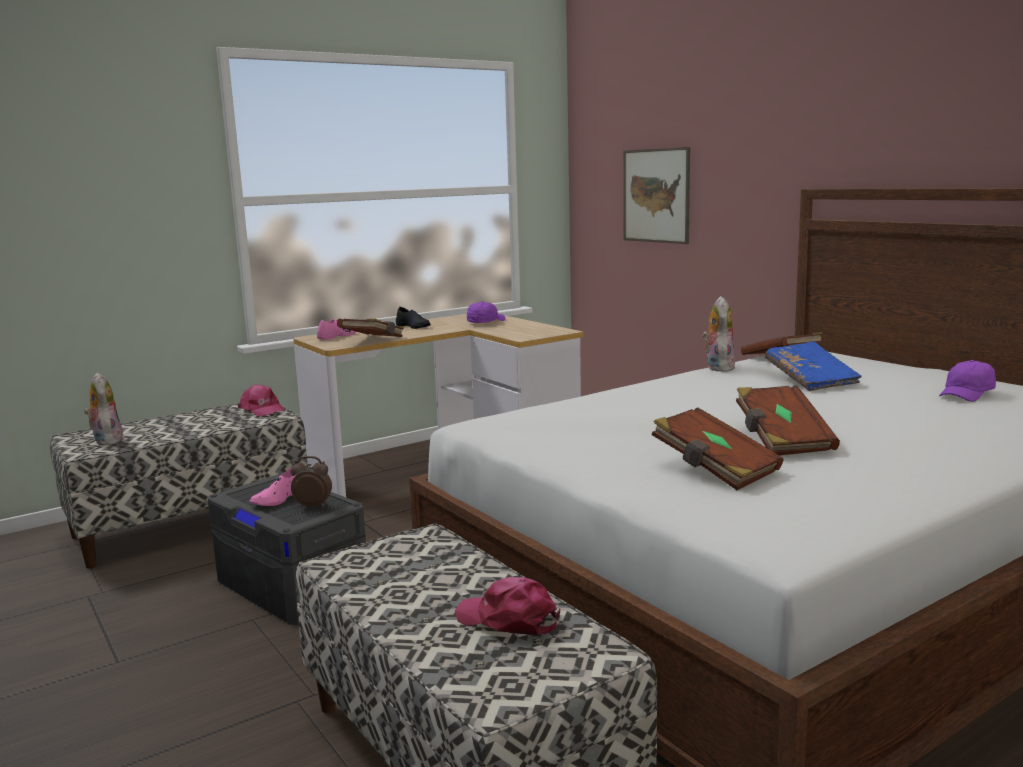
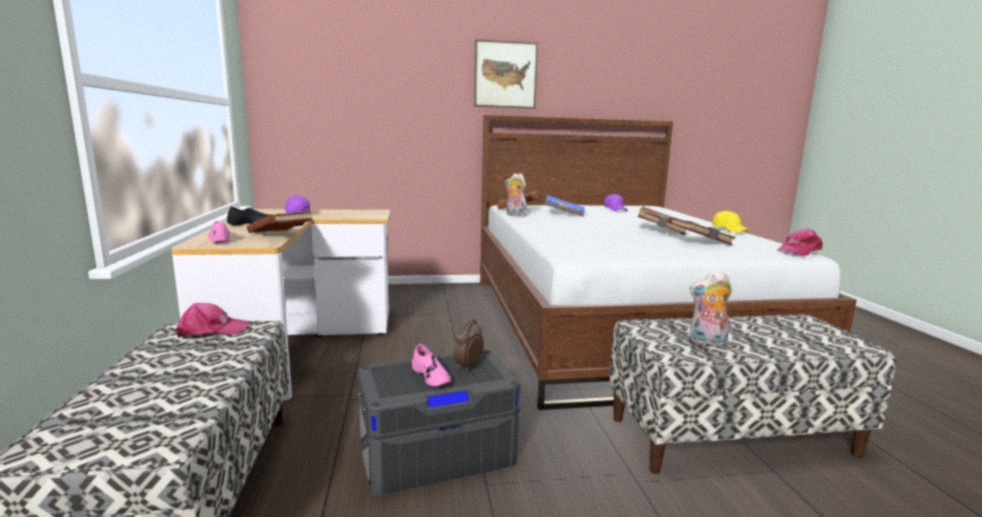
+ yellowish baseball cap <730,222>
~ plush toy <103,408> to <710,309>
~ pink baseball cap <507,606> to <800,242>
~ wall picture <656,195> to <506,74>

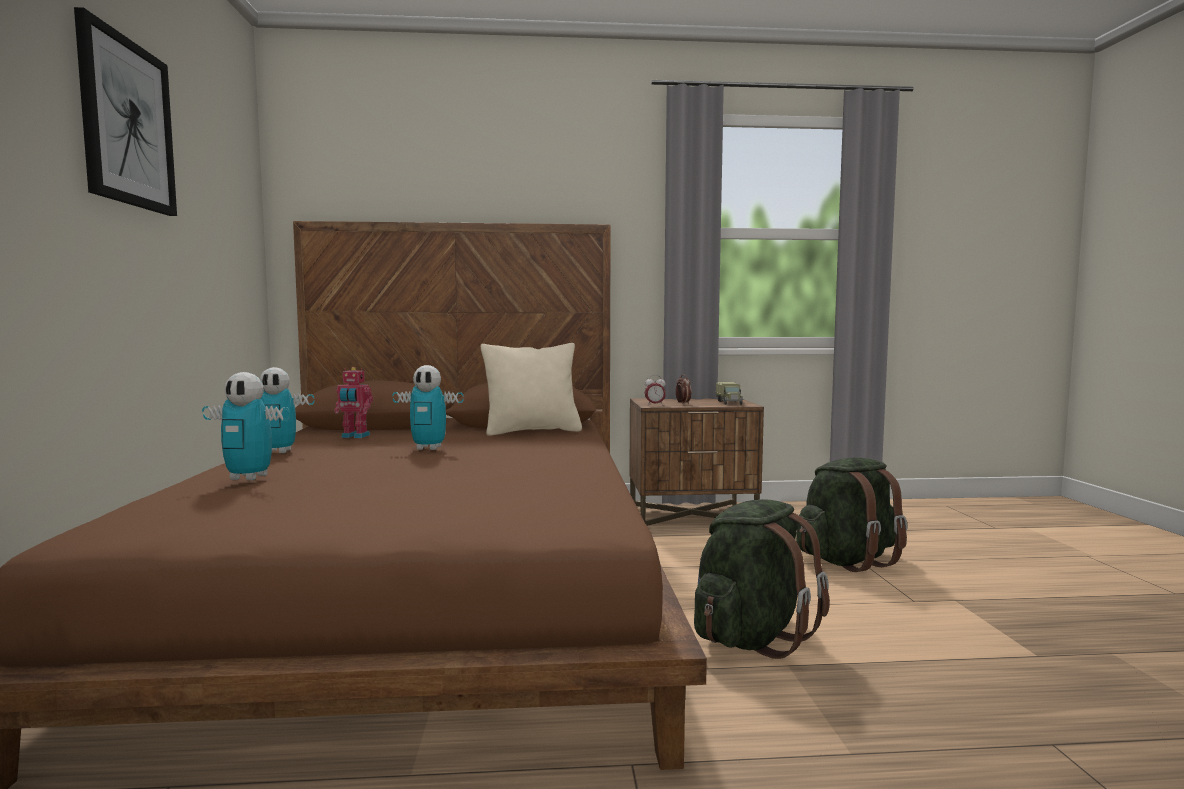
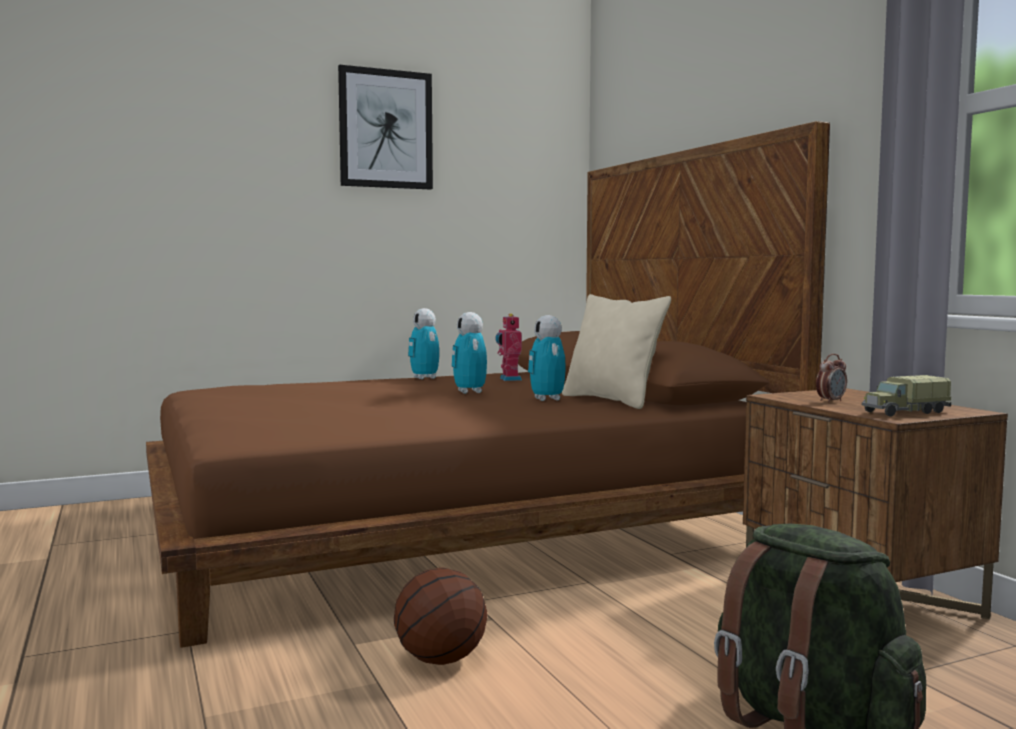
- alarm clock <655,391>
~ model robot <246,426> to <547,358>
~ green-coloured knapsack <762,579> to basketball <440,616>

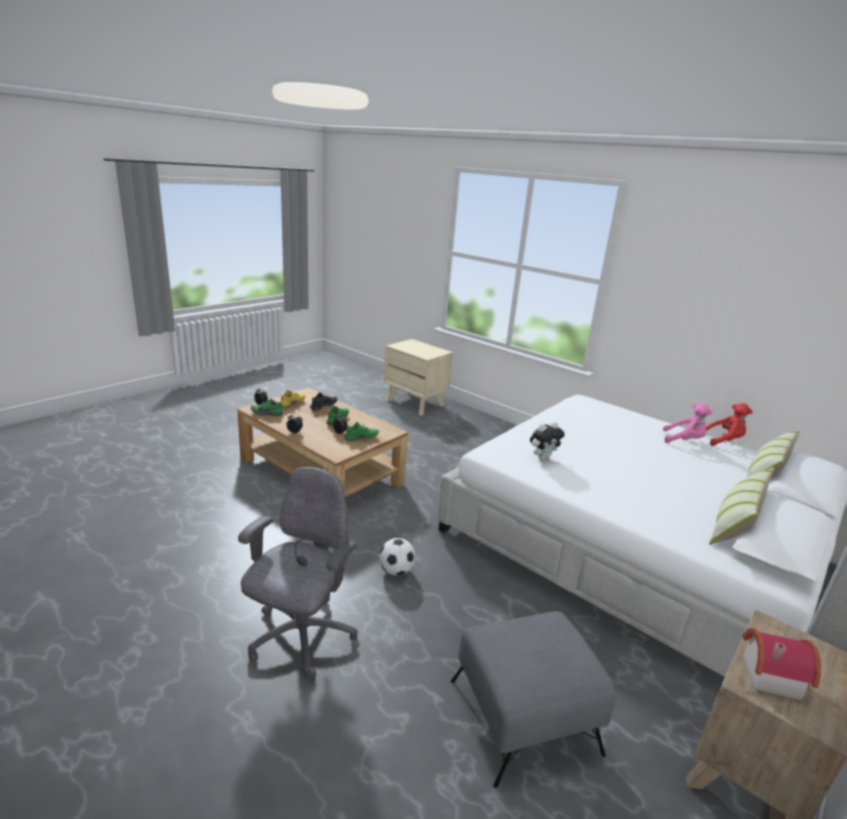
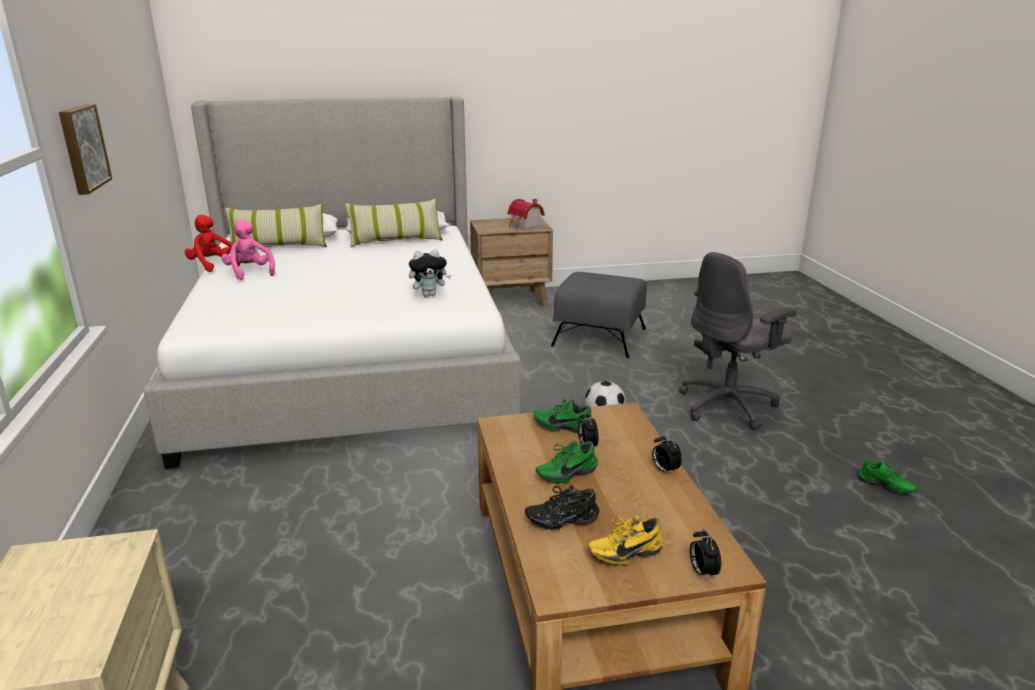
+ wall picture <85,149>
~ green-coloured low shoe <267,407> to <888,476>
~ plush toy <547,441> = <430,273> 150 degrees clockwise

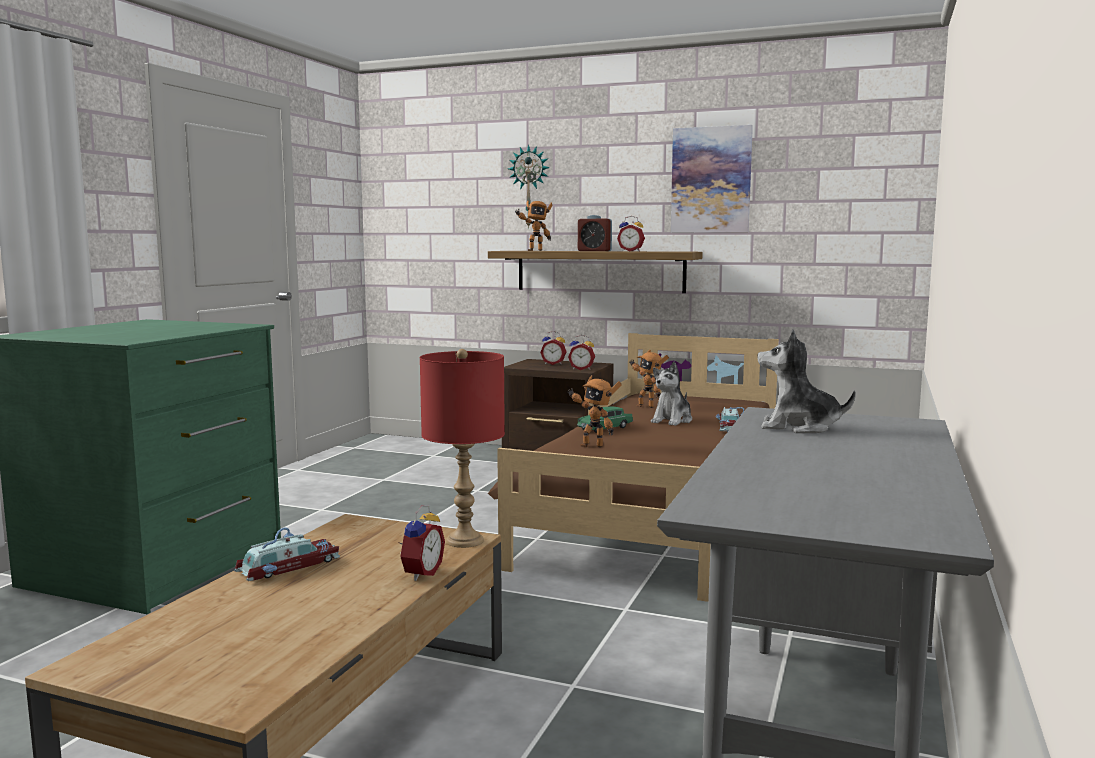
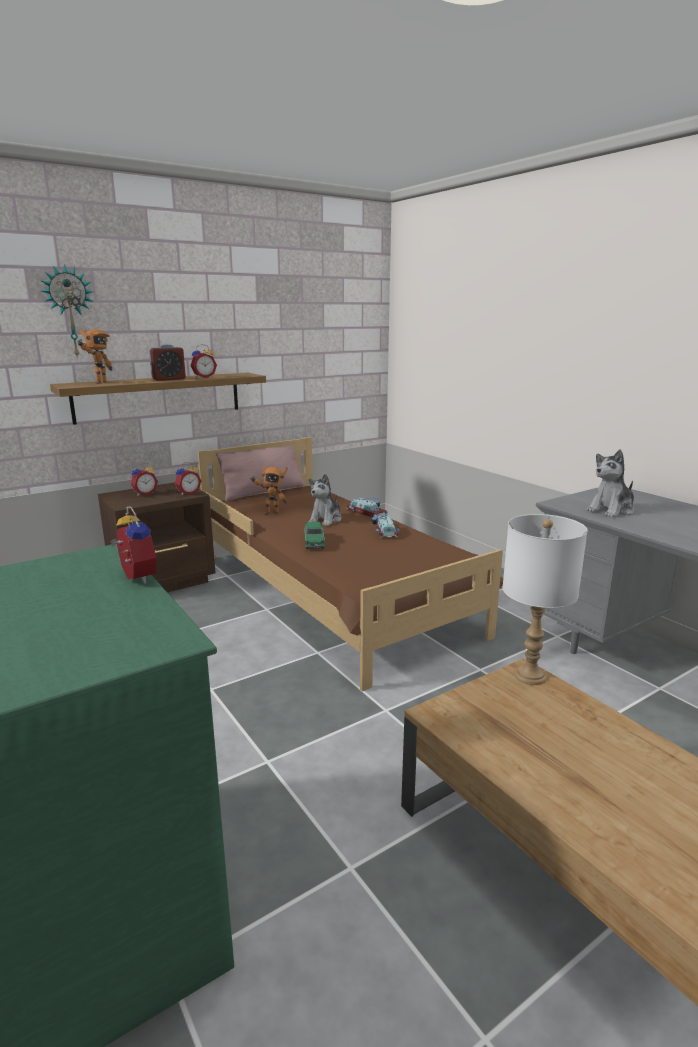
- model robot <594,411>
- wall picture <712,179>
+ pink throw pillow <260,473>
~ model car <287,554> to <385,526>
~ alarm clock <421,543> to <133,545>
~ reddish lamp for a table <462,448> to white-coloured lamp for a table <545,599>
~ plush toy <671,393> = <325,500> 45 degrees clockwise

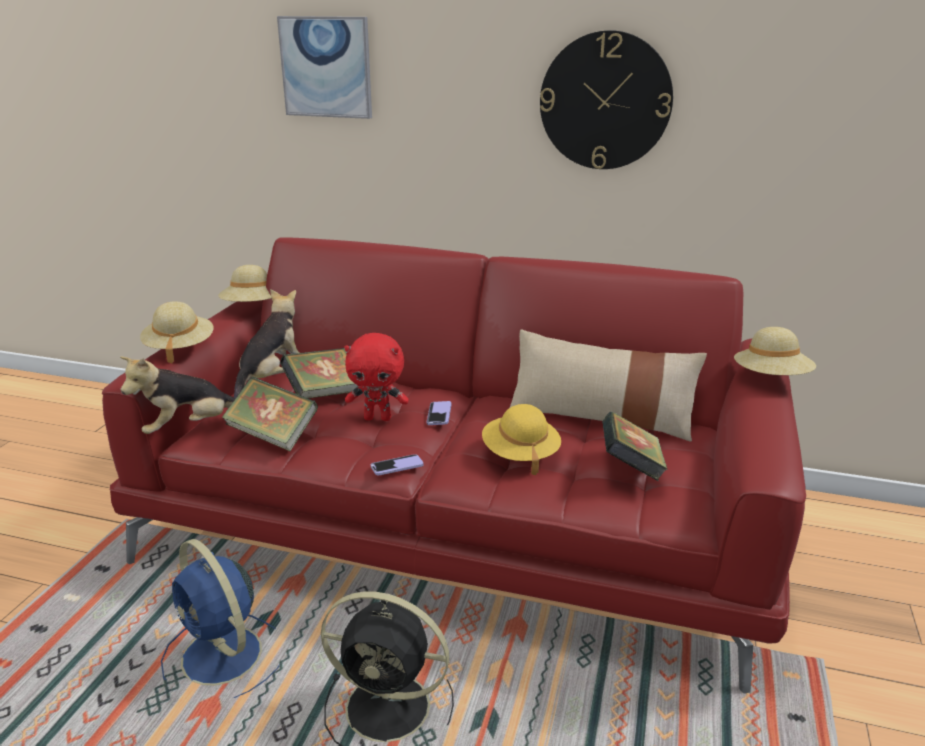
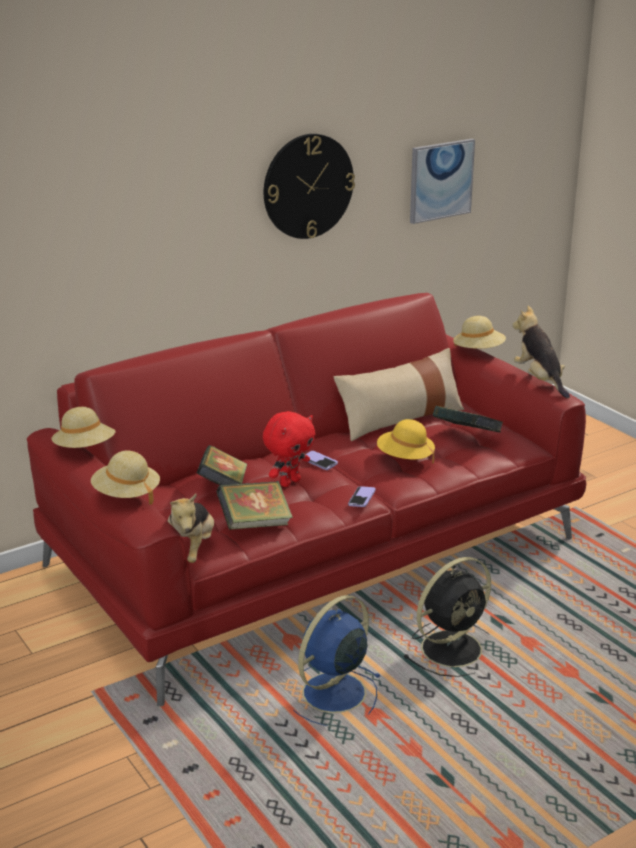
~ plush toy <267,344> to <541,351>
~ wall picture <324,67> to <442,181>
~ blue fan <220,618> = <337,660> 135 degrees clockwise

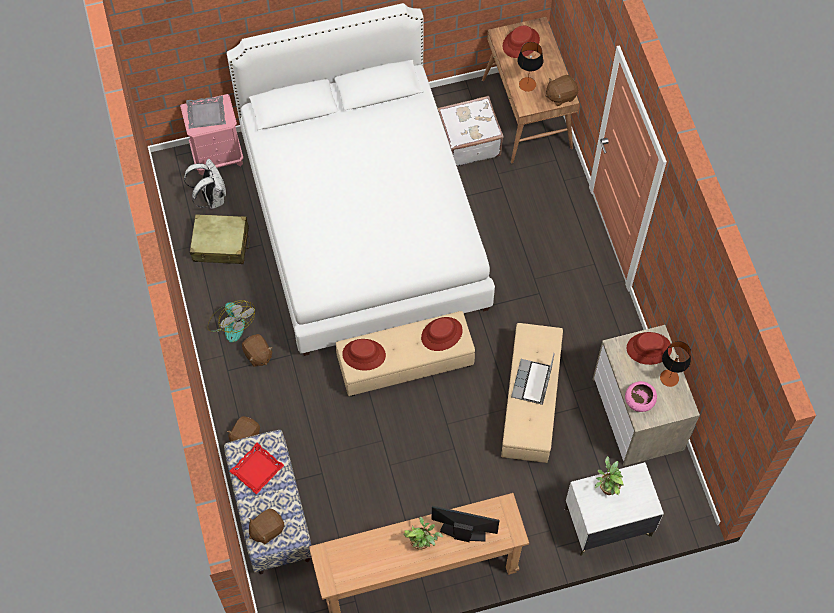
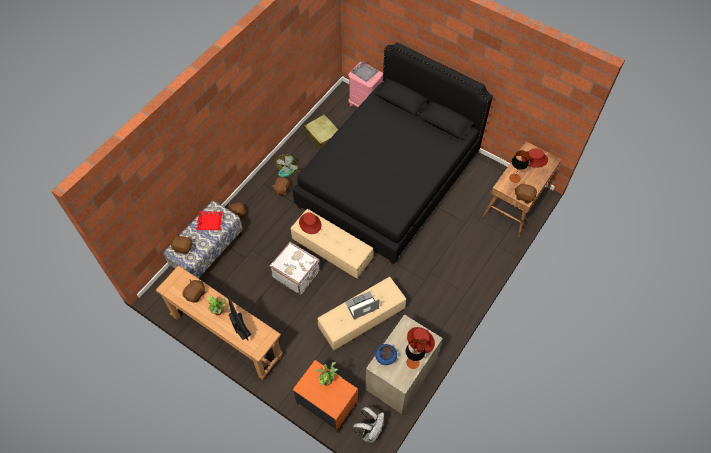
- reddish hat <442,334>
+ brownish plush toy <193,291>
~ white-coloured knapsack <205,184> to <368,425>
~ white-coloured suitcase <470,131> to <294,268>
~ white-coloured bed <361,179> to black-coloured bed <393,153>
~ white-coloured nightstand <614,509> to orangey nightstand <325,396>
~ pink serving bowl <641,396> to blue serving bowl <386,354>

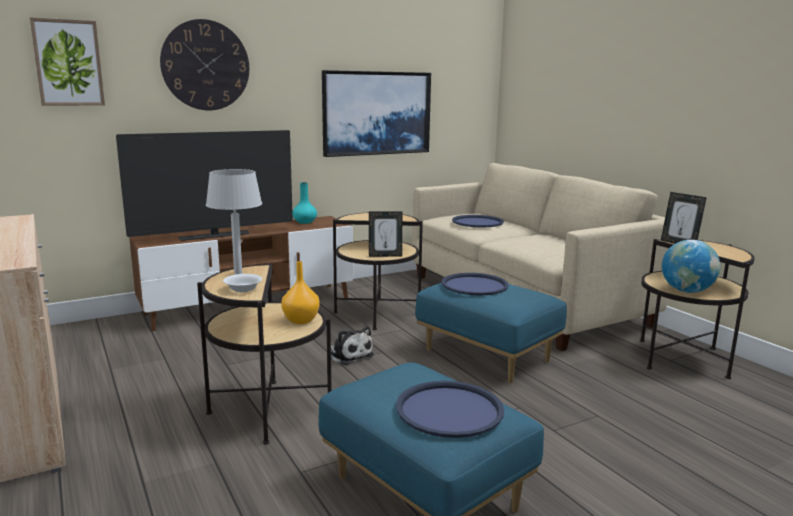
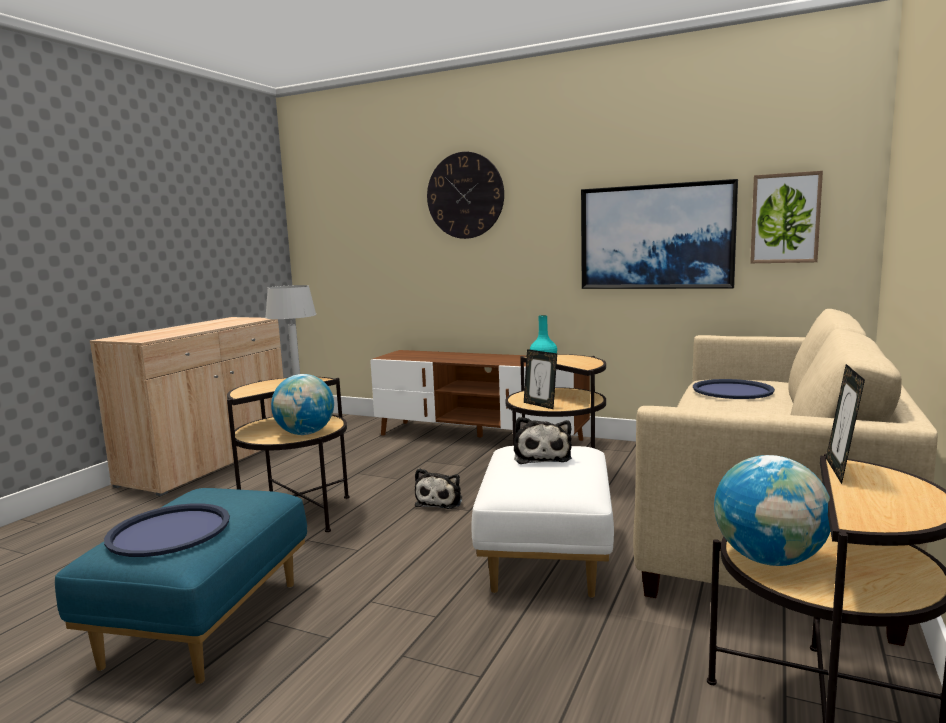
- television <204,185>
- white-coloured serving bowl <242,283>
~ wall picture <67,61> to <786,217>
~ orangey flower vase <300,292> to world globe <302,404>
~ blue tray <475,284> to plush toy <543,440>
~ blue ottoman <491,333> to white-coloured ottoman <543,522>

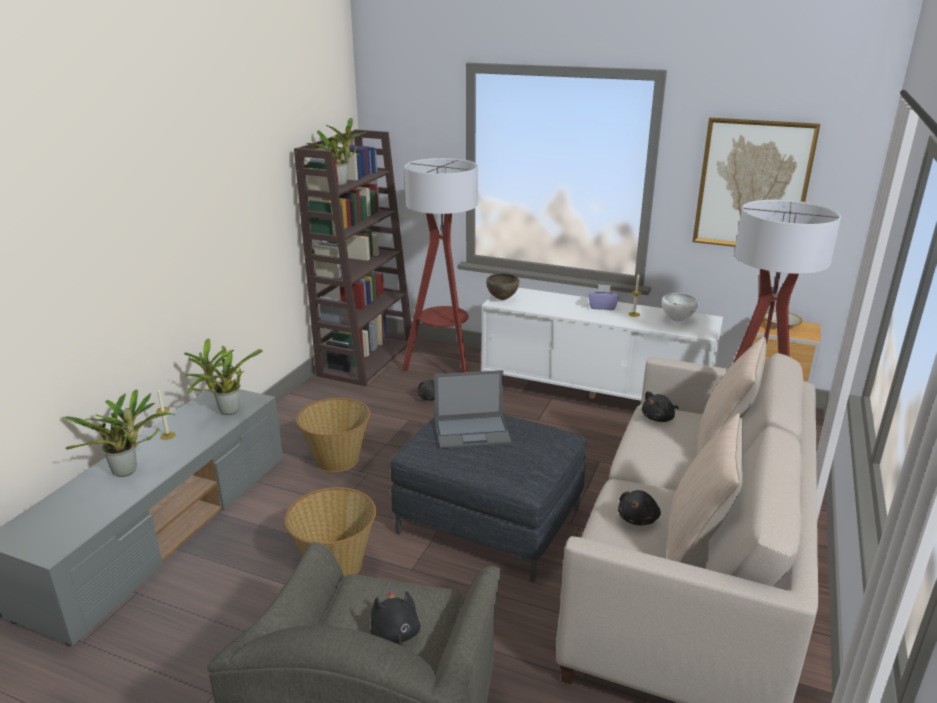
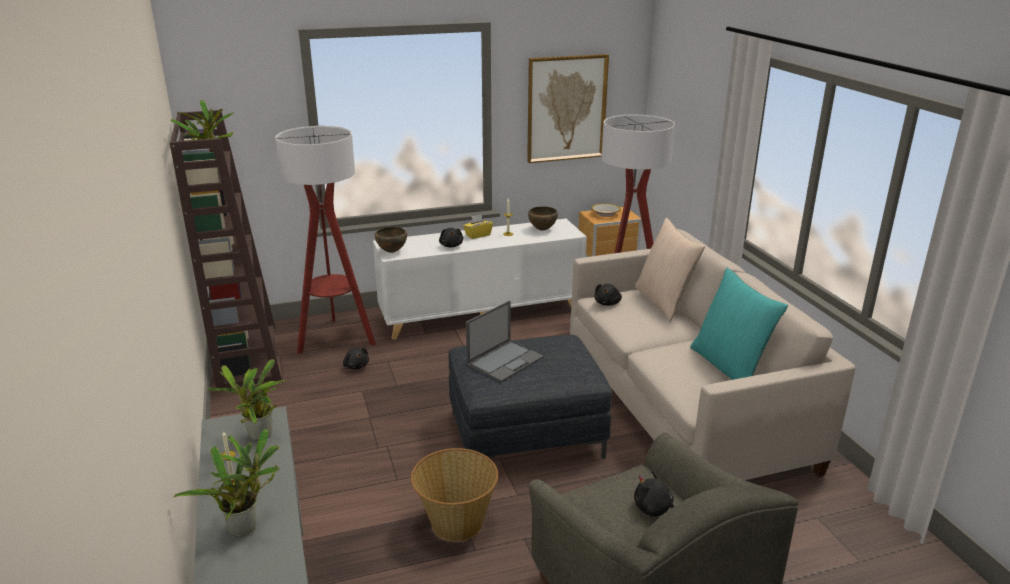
- household basket <333,435>
~ black-coloured plush toy <639,507> to <451,238>
~ purplish tissue holder <604,297> to yellowish tissue holder <478,226>
~ white-coloured serving bowl <680,307> to brownish serving bowl <543,218>
~ beige-coloured throw pillow <705,488> to blue-green throw pillow <739,324>

